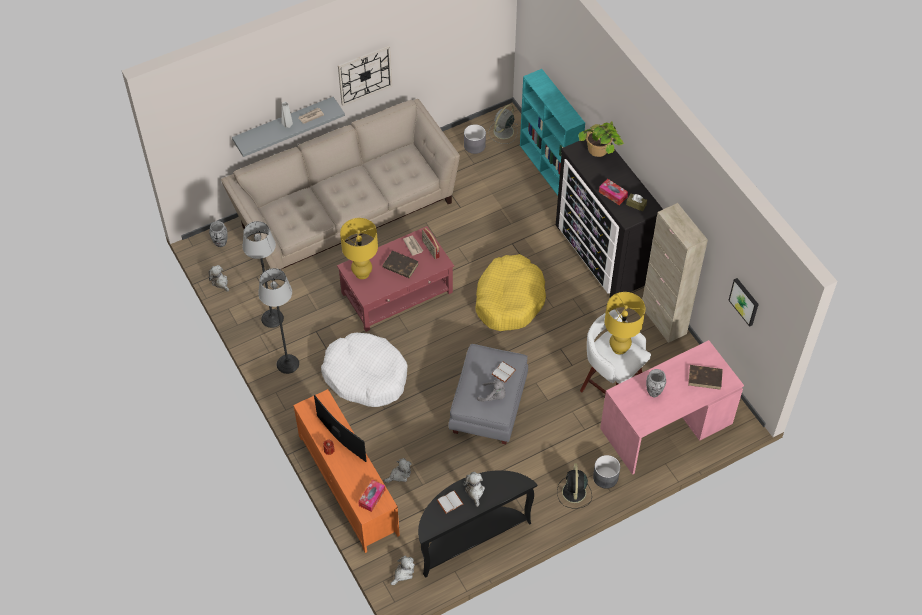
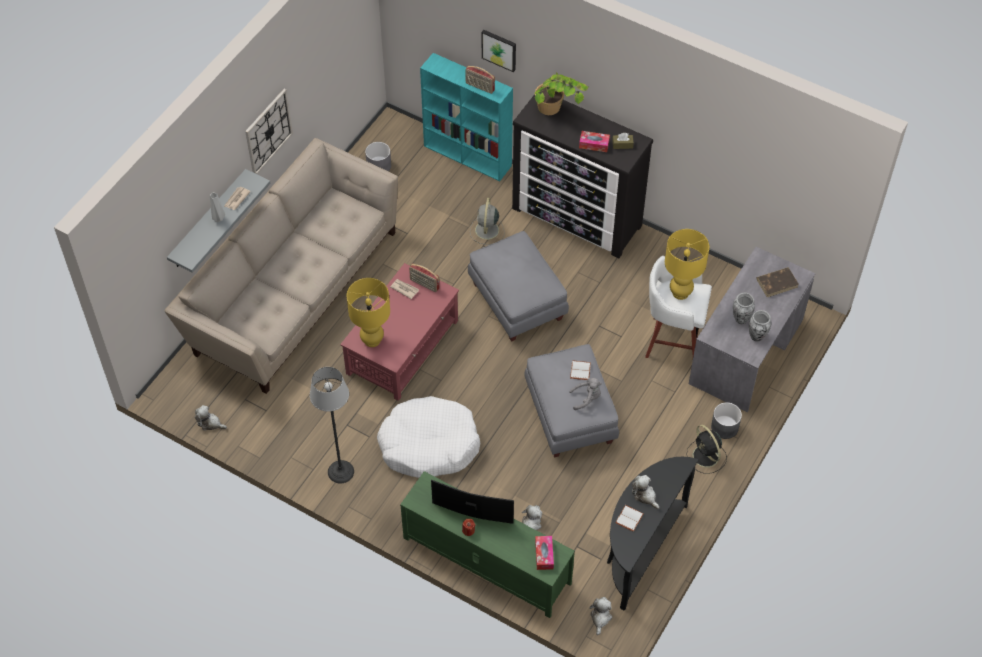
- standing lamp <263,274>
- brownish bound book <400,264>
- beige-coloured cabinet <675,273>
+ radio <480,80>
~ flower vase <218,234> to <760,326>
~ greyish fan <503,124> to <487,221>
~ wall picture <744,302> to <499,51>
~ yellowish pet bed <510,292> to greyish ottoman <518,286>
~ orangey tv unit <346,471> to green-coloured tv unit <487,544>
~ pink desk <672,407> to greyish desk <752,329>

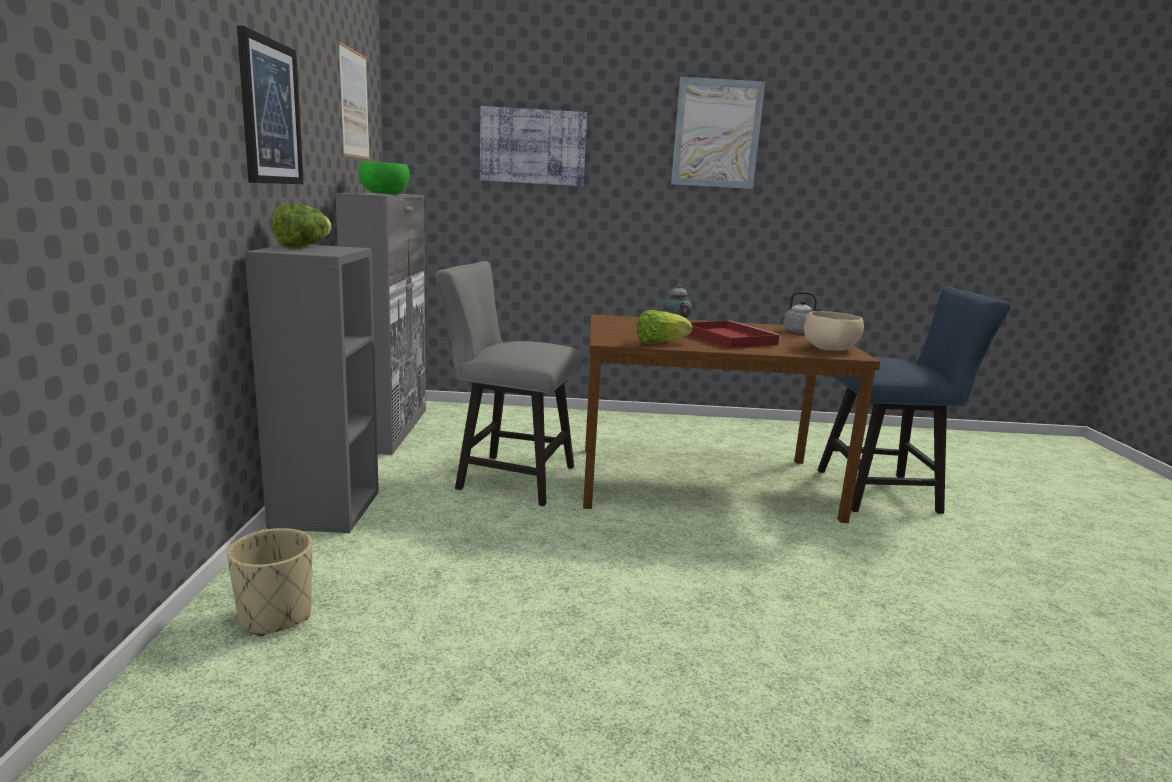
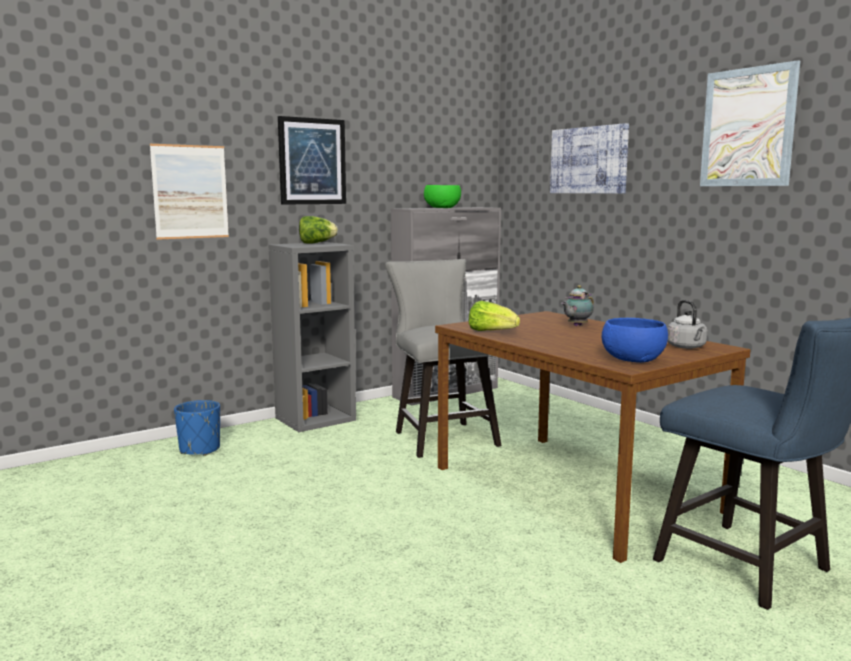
- reddish tray <735,334>
~ wall picture <354,100> to <189,192>
~ beige-coloured plant pot <269,582> to blue plant pot <197,428>
~ beige-coloured serving bowl <834,331> to blue serving bowl <635,340>

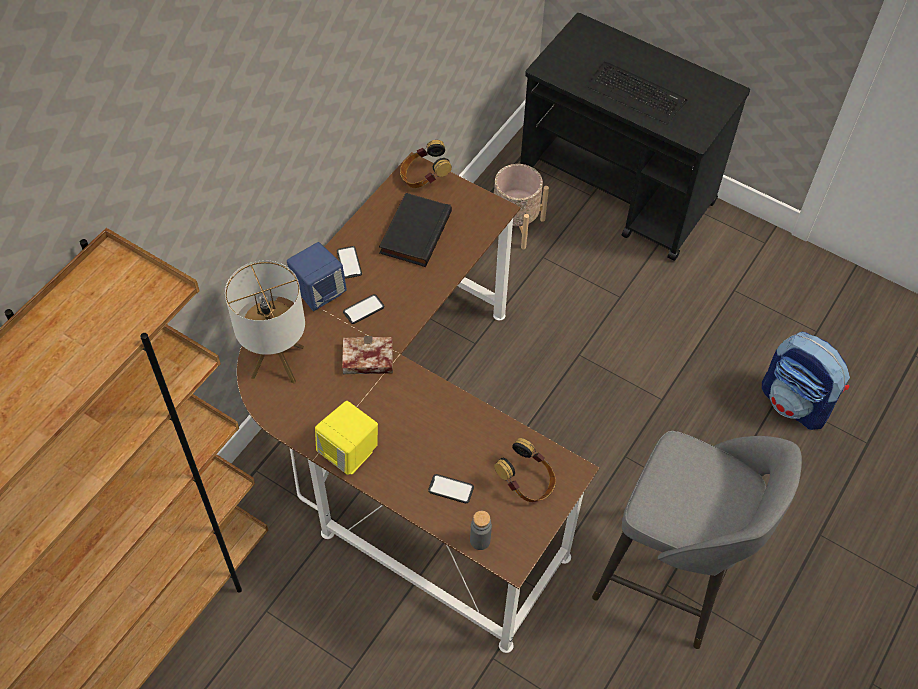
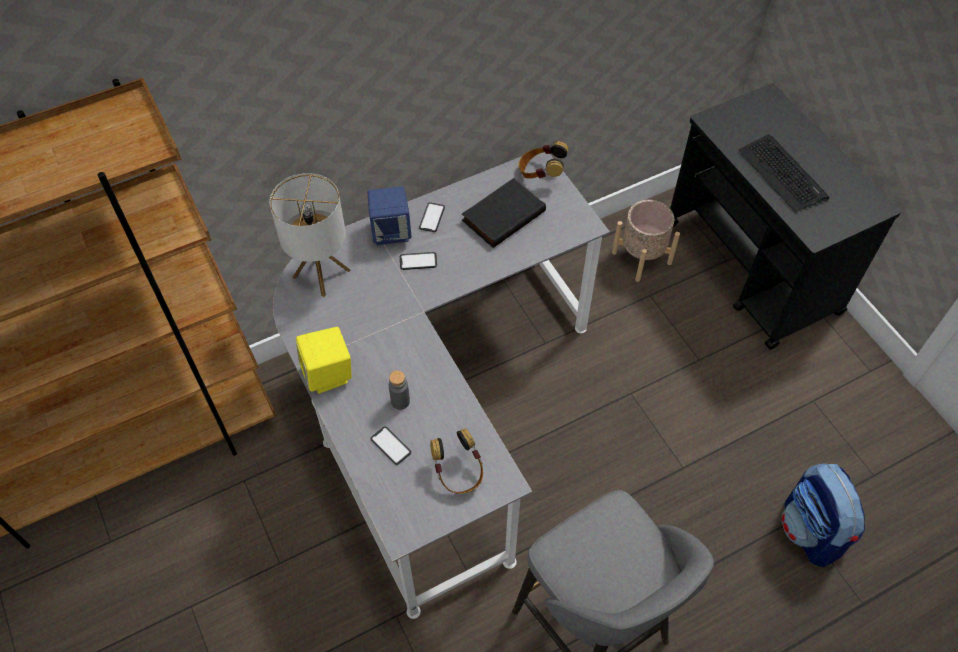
- bound book <367,355>
~ greyish drink bottle <481,530> to <399,390>
~ brownish desk <418,402> to greyish desk <441,385>

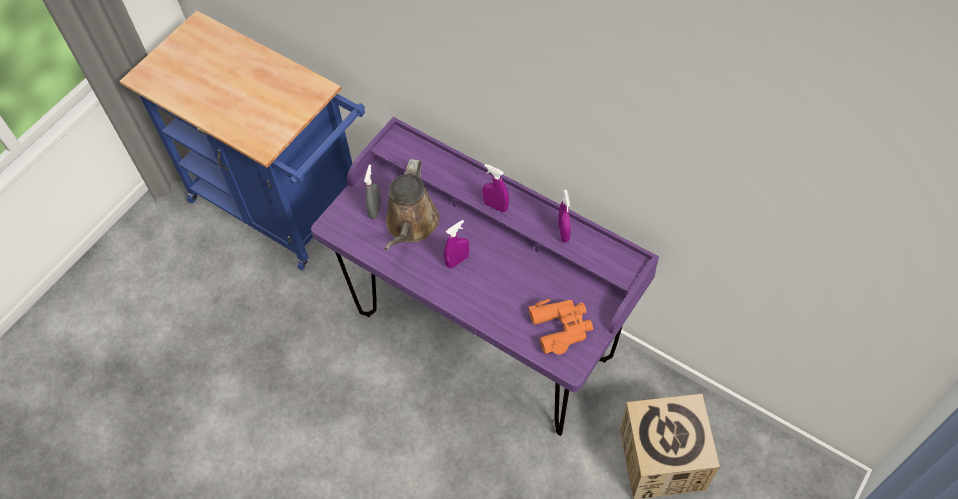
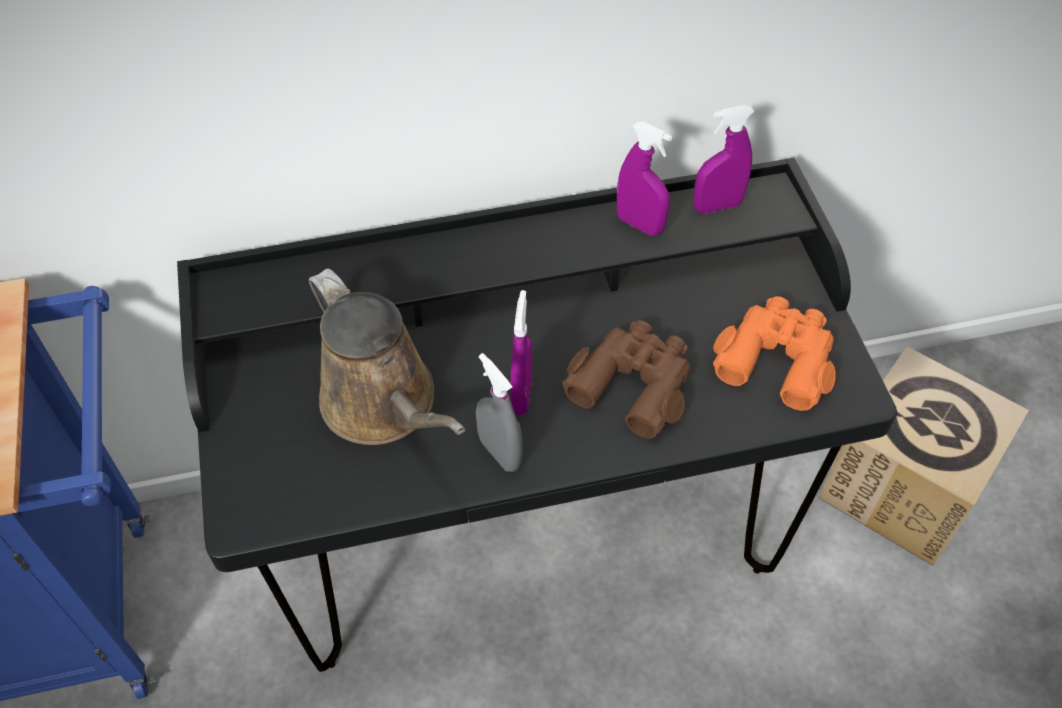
+ brownish field glasses <626,379>
~ greyish sprayer <372,191> to <499,412>
~ purplish sprayer <495,188> to <723,159>
~ purplish desk <485,276> to black-coloured desk <537,414>

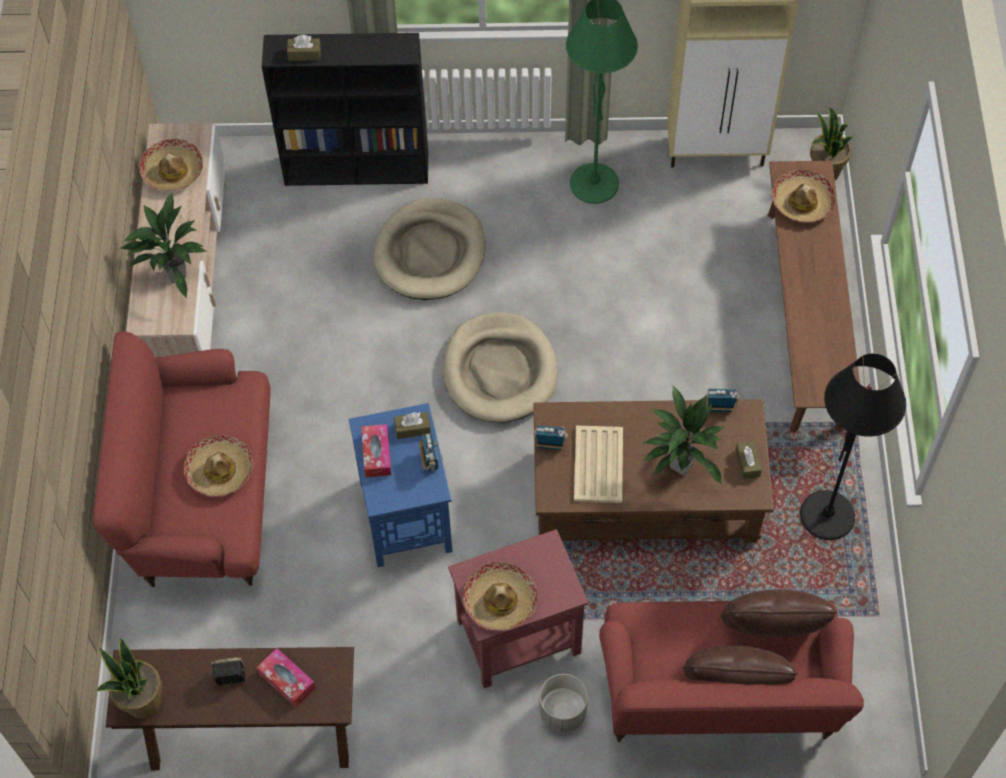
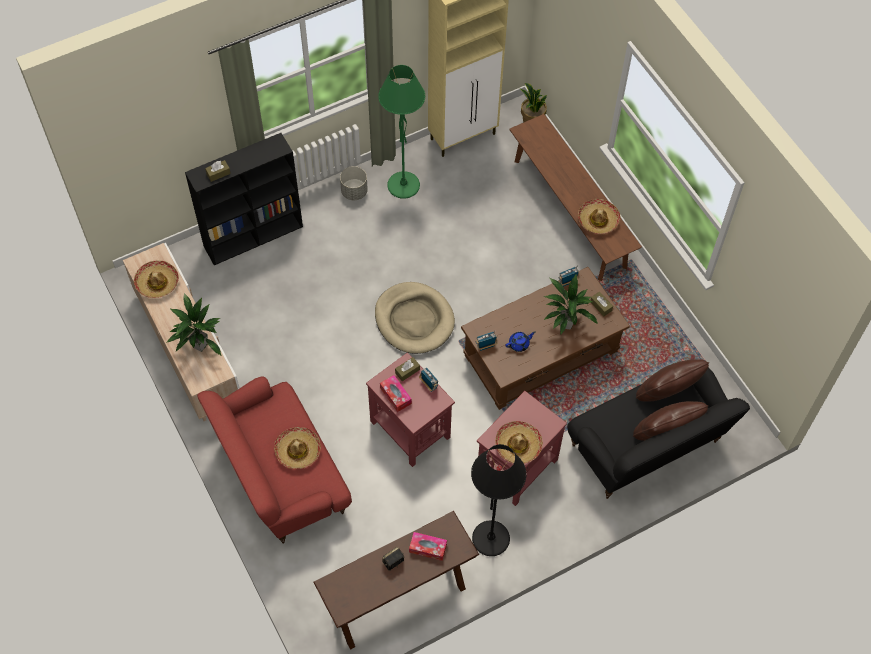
- houseplant <129,678>
- beige-coloured pet bed <429,249>
~ greyish plant pot <564,703> to <354,183>
~ hat <804,196> to <599,216>
~ black-coloured standing lamp <853,446> to <498,500>
~ beige-coloured tray <598,464> to blue teapot <520,341>
~ blue end table <401,485> to reddish end table <410,409>
~ reddish couch <731,671> to black-coloured couch <658,433>

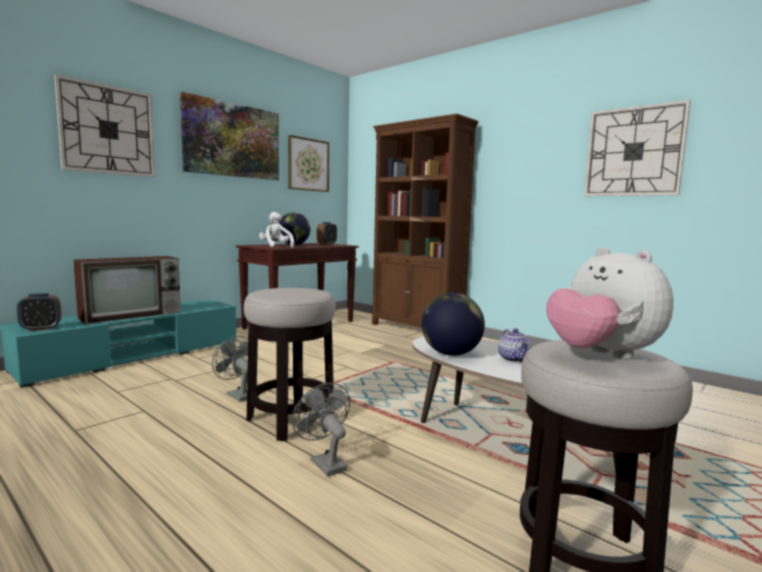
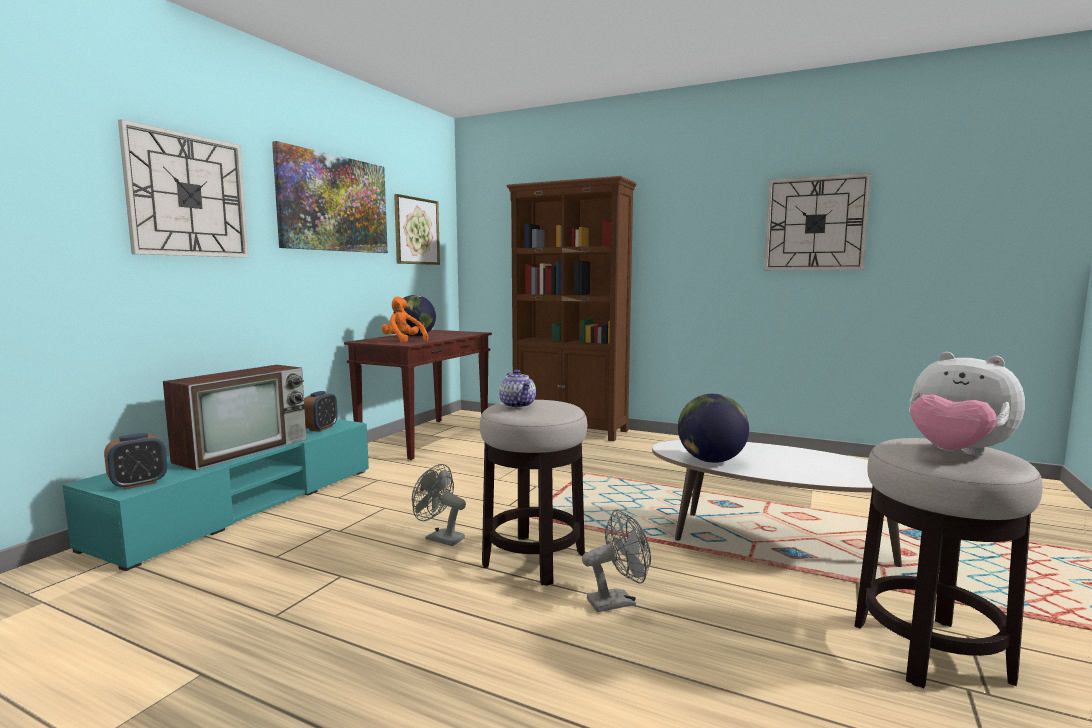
~ alarm clock <327,233> to <321,411>
~ teapot <515,345> to <517,388>
~ white-coloured plush toy <276,230> to orangey plush toy <404,320>
~ greyish fan <321,430> = <616,561> 120 degrees clockwise

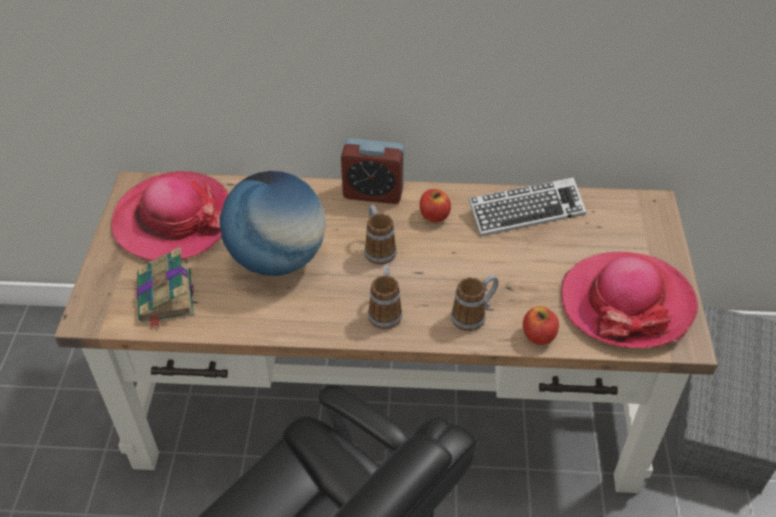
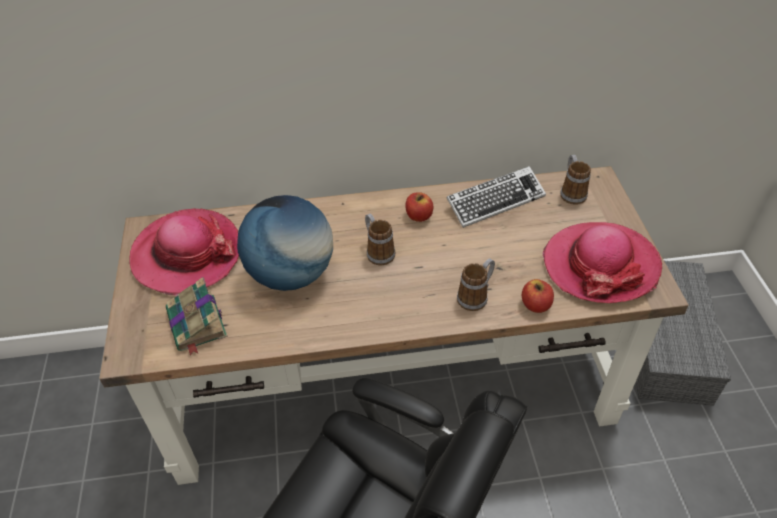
- alarm clock <372,171>
~ tea mug <385,297> to <575,180>

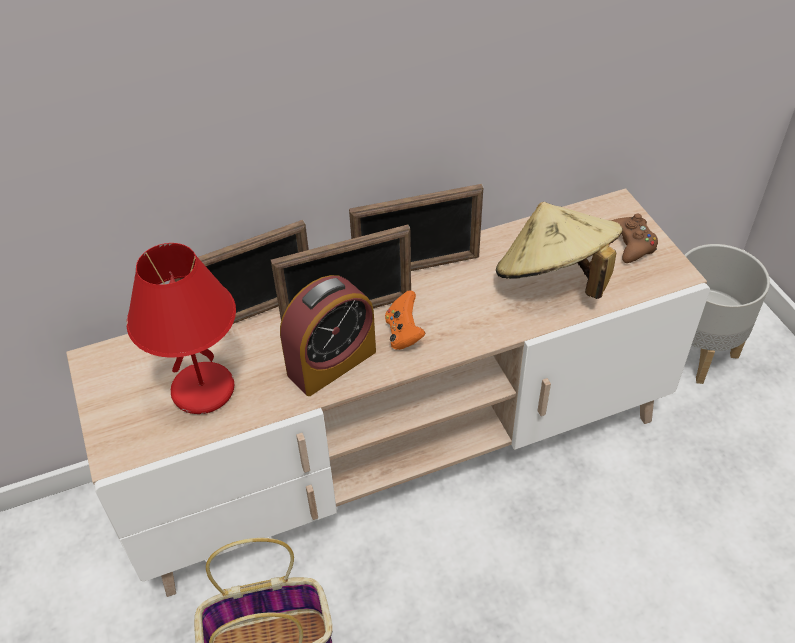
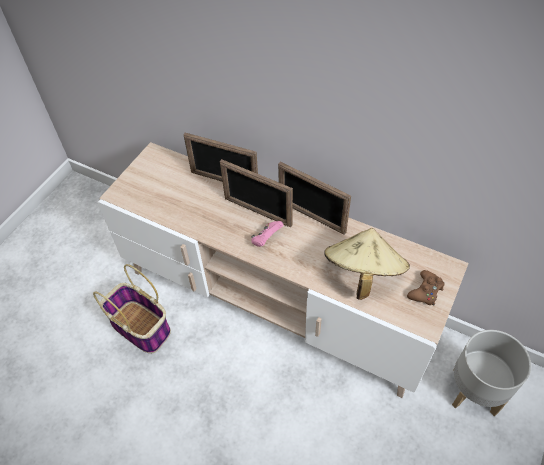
- reddish lamp for a table <181,328>
- alarm clock <328,335>
~ orangey joypad <405,320> to pink joypad <267,234>

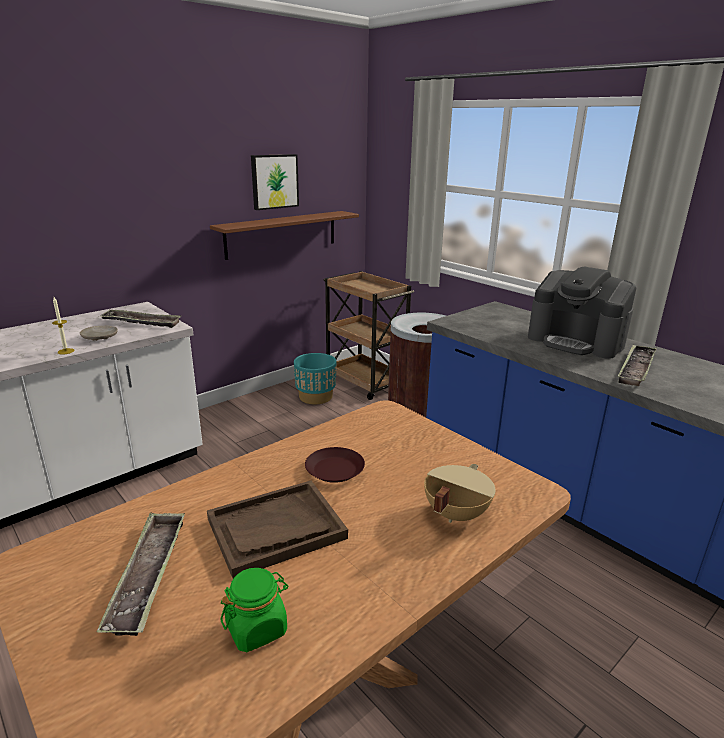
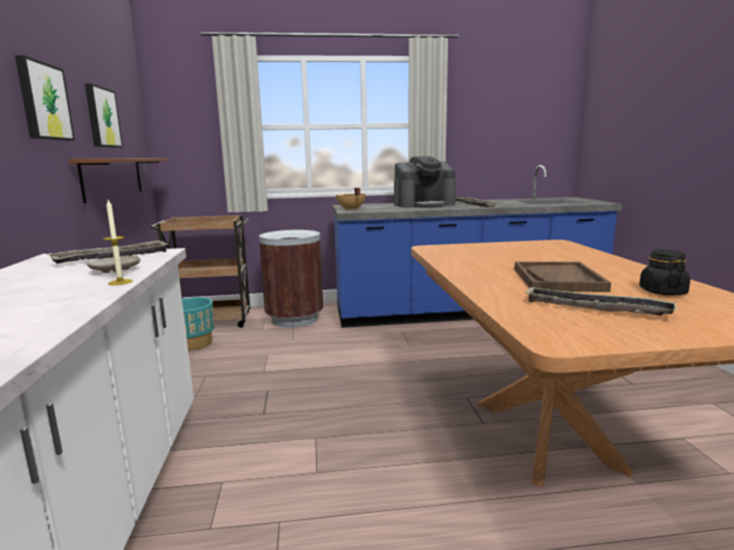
- brownish plate <335,465>
+ wall picture <45,98>
~ beige-coloured stockpot <459,493> to <351,198>
~ green-coloured jar <254,610> to black-coloured jar <664,272>

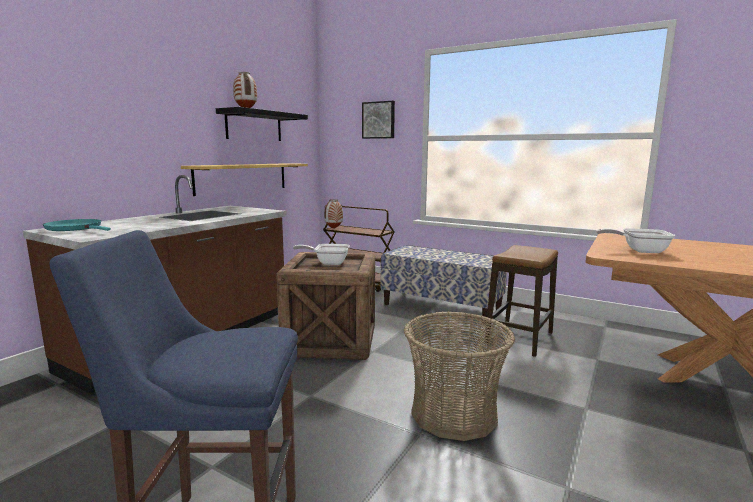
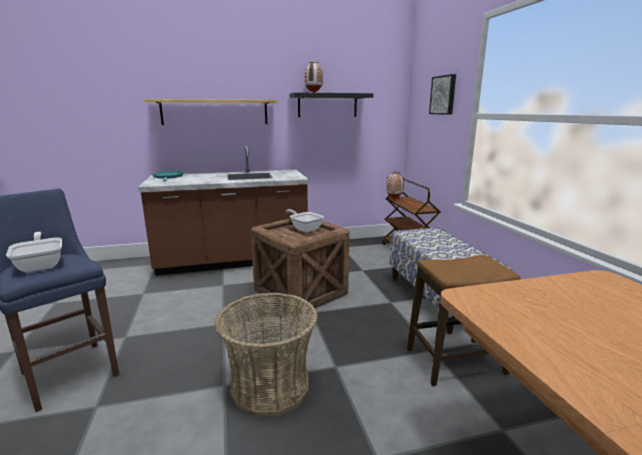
~ bracket shelf <244,179> to <211,112>
~ frying pan <635,240> to <34,252>

